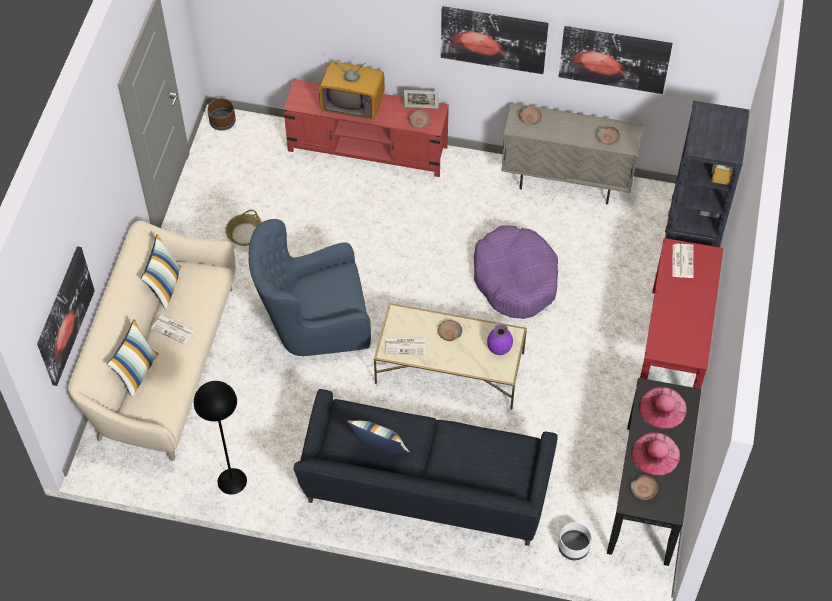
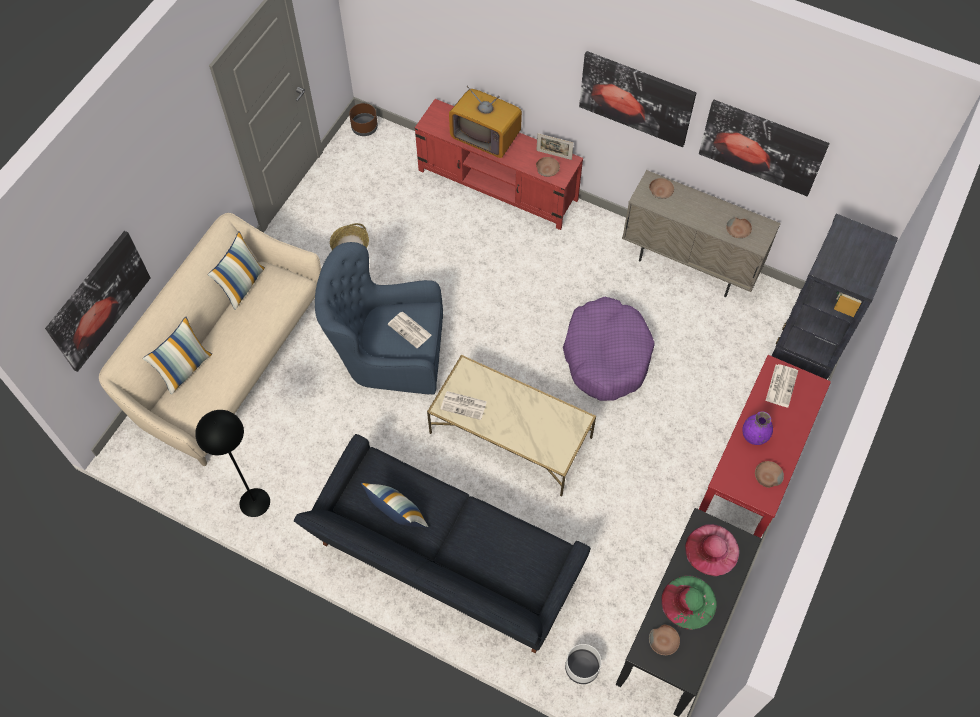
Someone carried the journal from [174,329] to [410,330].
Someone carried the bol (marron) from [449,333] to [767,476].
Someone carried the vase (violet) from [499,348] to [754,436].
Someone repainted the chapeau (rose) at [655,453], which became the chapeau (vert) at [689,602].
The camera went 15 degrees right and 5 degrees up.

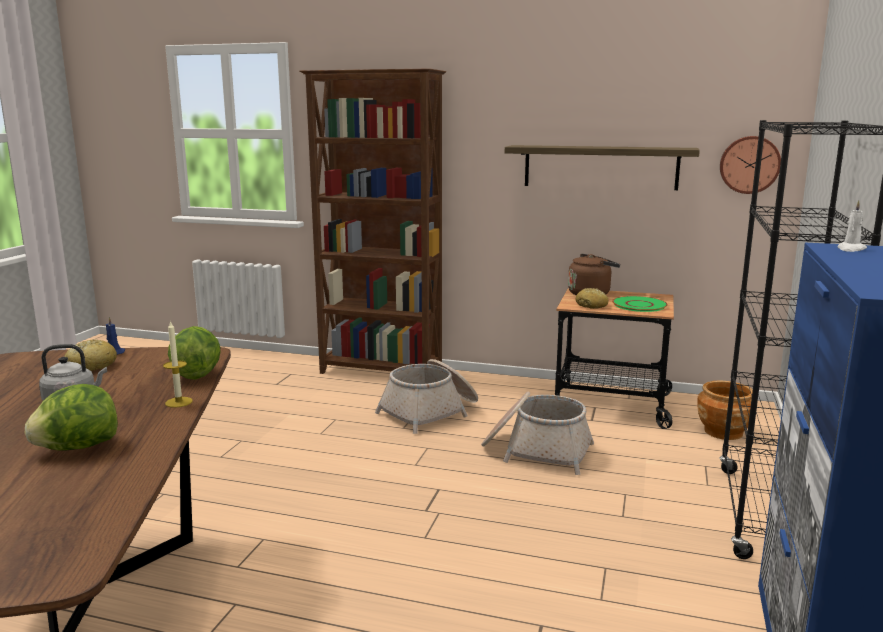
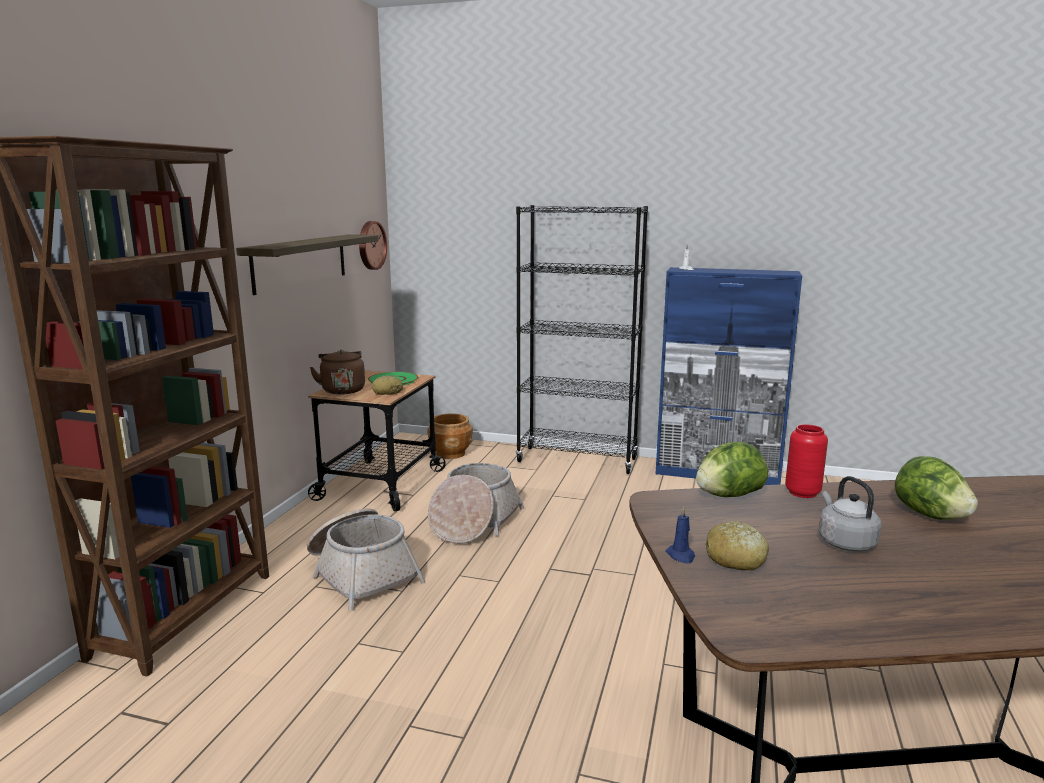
Someone swapped the bougie at [179,402] for the vase (rouge) at [802,493].
The camera went 90 degrees left and 0 degrees up.

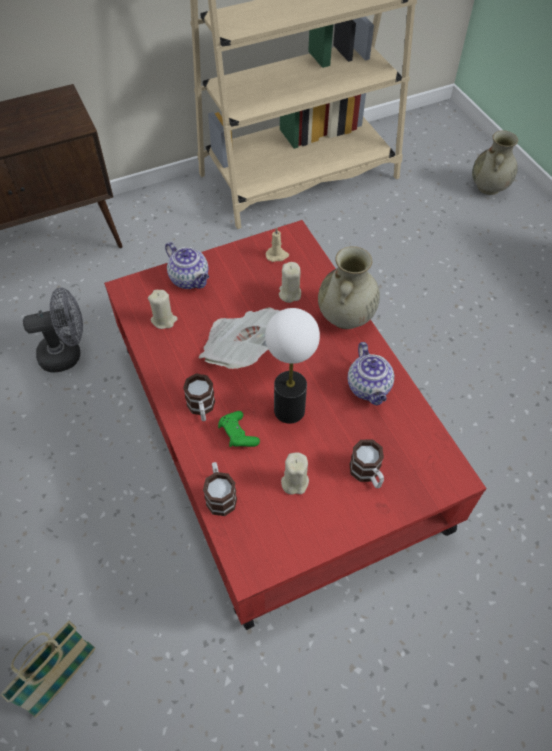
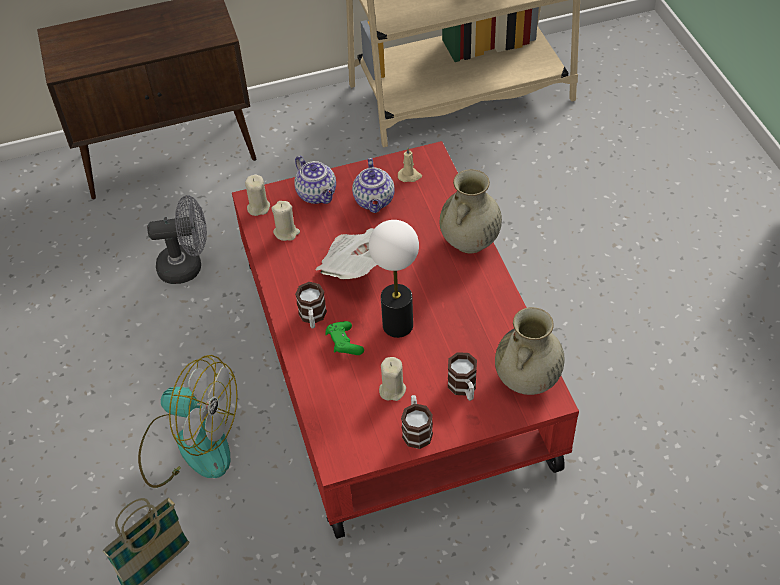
Someone carried the vase (beige) from [488,188] to [527,380].
Someone carried the bougie (beige) from [289,293] to [258,207].
Someone carried the théière from [369,388] to [374,201].
Someone carried the mug from [220,495] to [416,429].
Someone put down the ventilateur at [190,444].
The camera went 10 degrees right and 5 degrees down.

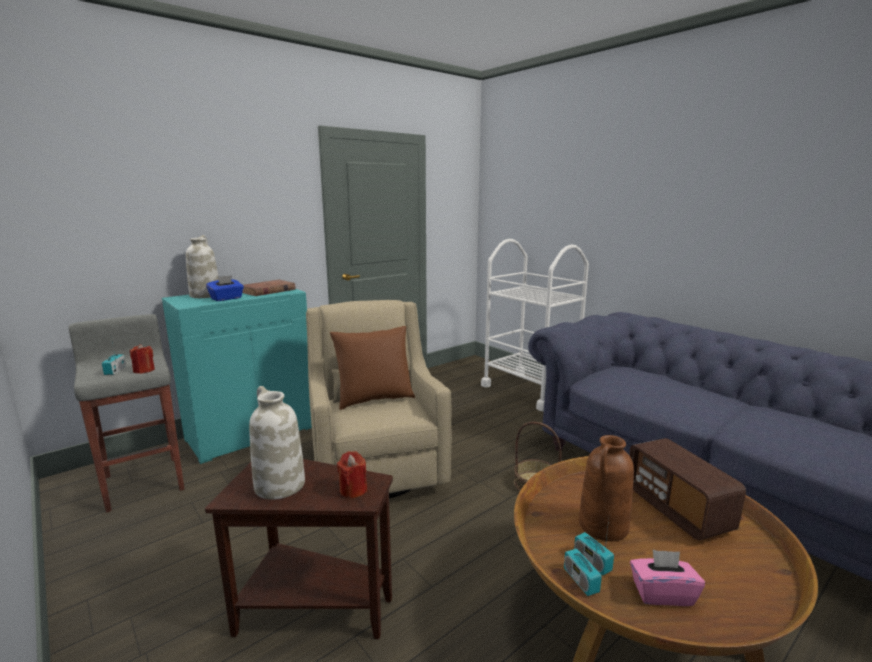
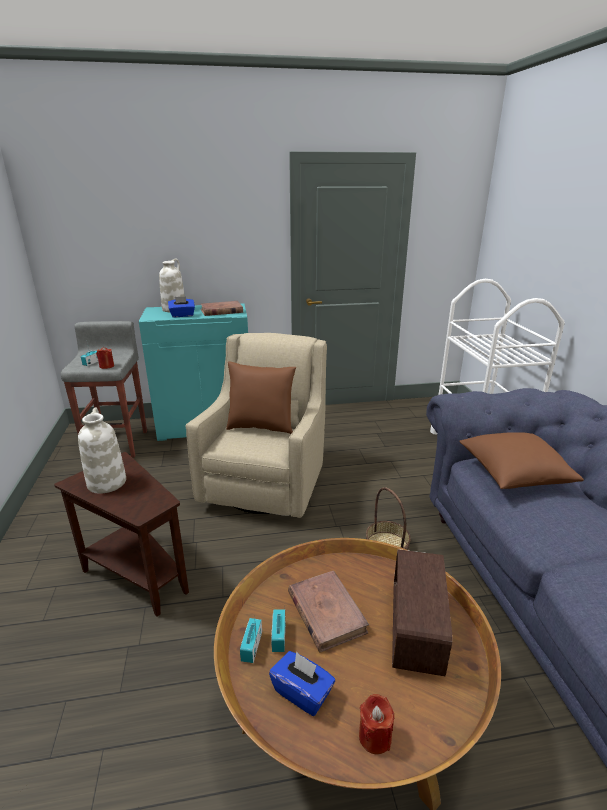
Someone swapped the vase (marron) at [603,526] for the livre (marron) at [326,612].
Someone carried the bougie (rouge) from [353,490] to [374,736].
Someone repainted the boîte à mouchoirs (rose) at [662,593], which became the boîte à mouchoirs (bleu) at [302,692].
Someone put down the coussin (marron) at [513,474].
The camera went 30 degrees right and 10 degrees up.

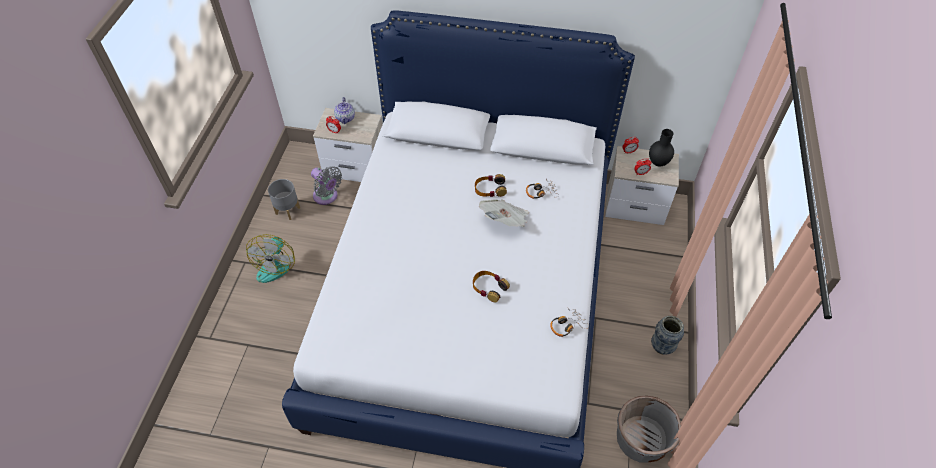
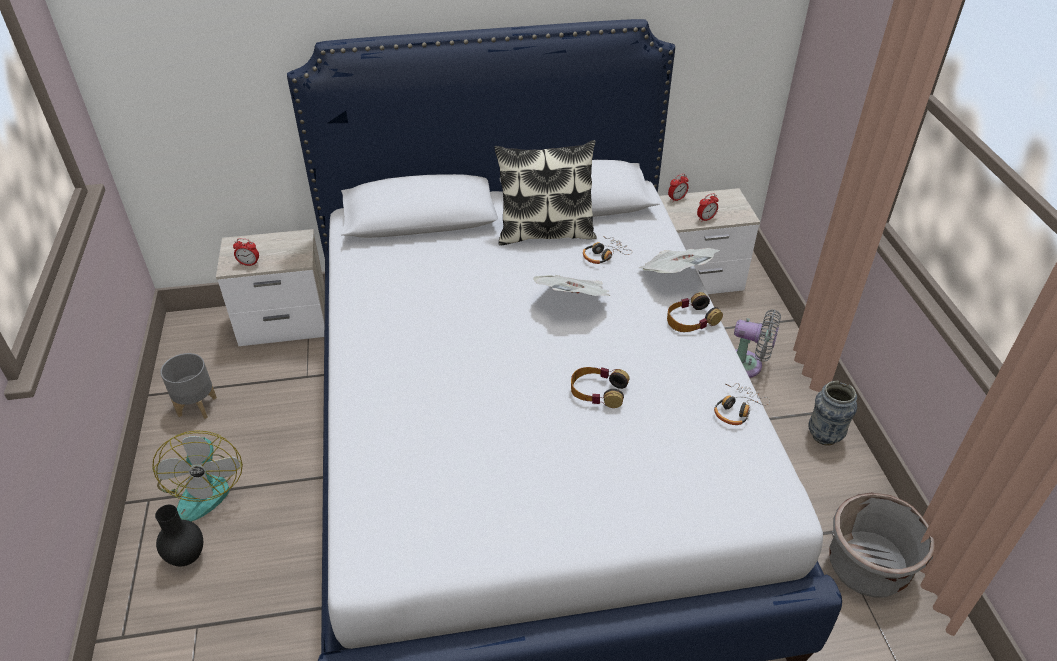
Someone took away the théière at [345,118].
Someone carried the vase (noir) from [658,163] to [188,558].
Someone carried the ventilateur (gris) from [327,197] to [747,365].
Someone carried the casque audio from [490,189] to [691,320].
Someone put down the coussin at [545,232].
Someone put down the journal at [675,275].
The camera went 20 degrees left and 10 degrees down.

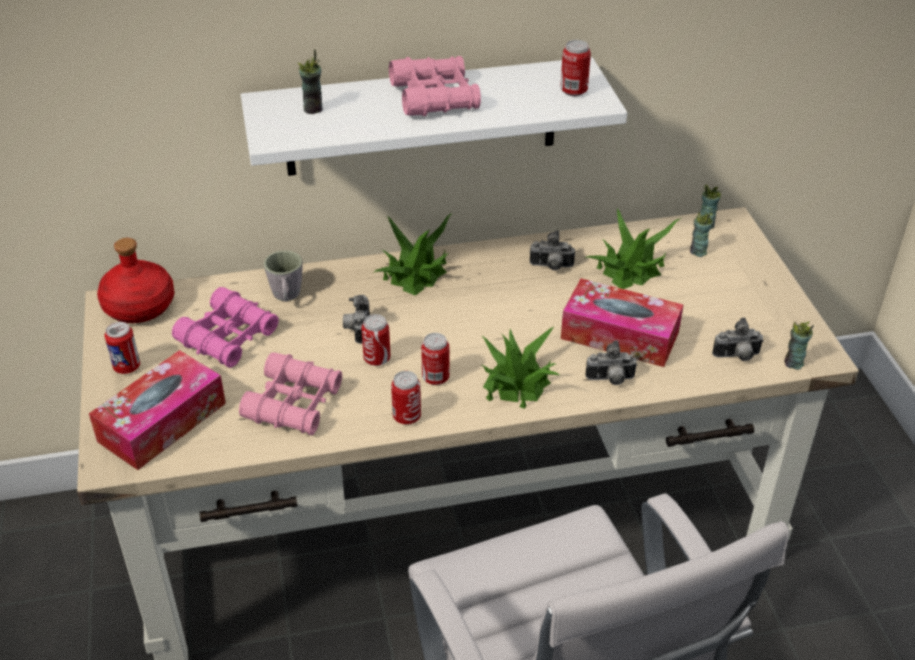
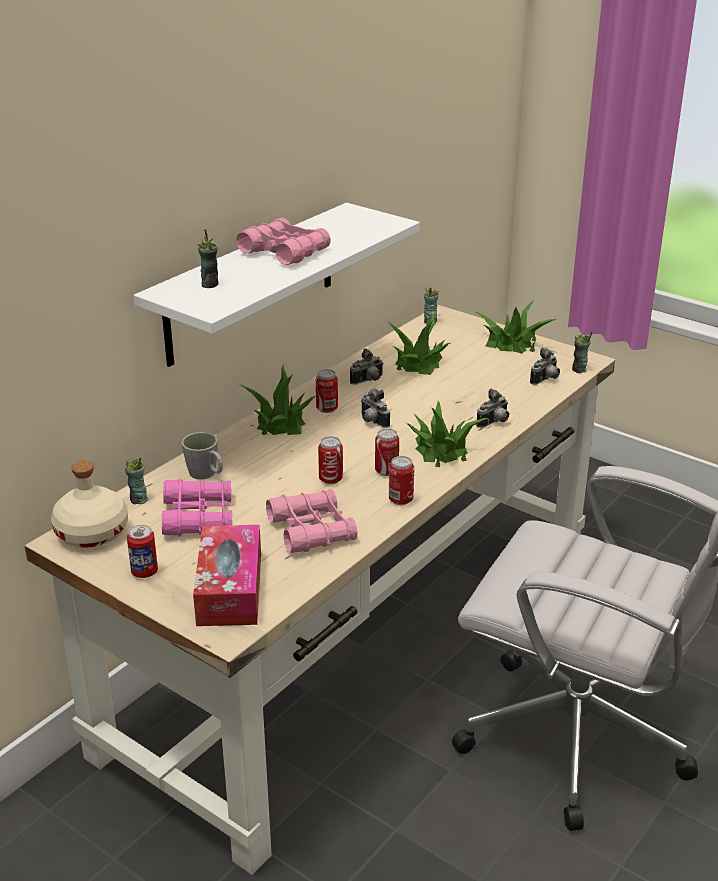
Someone carried the boîte métallique from [573,91] to [327,409].
Someone carried the tasse from [698,251] to [138,500].
Someone repainted the bouteille (rouge) at [140,306], which became the bouteille (beige) at [93,532].
Someone took away the boîte à mouchoirs at [619,335].
Someone carried the appareil photo from [357,329] to [372,421].
Someone put down the plante en pot at [511,343].
The camera went 40 degrees left and 10 degrees down.

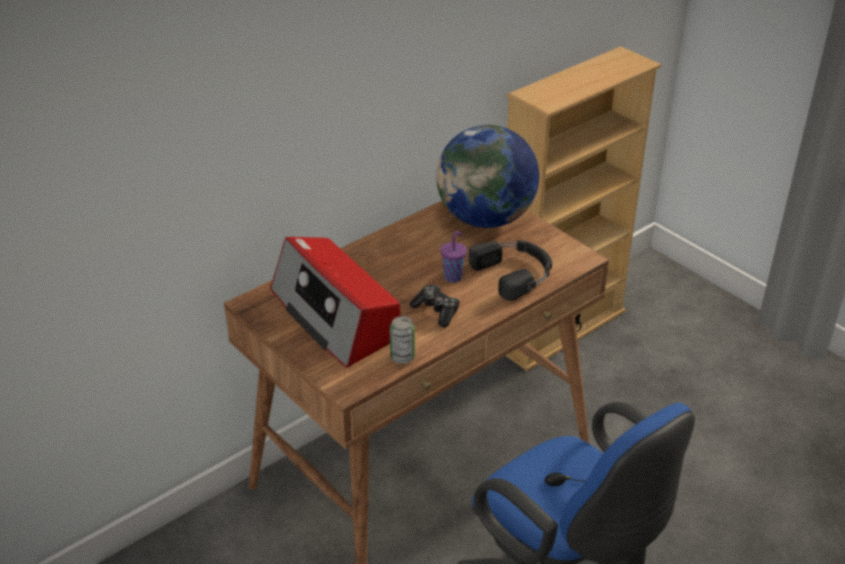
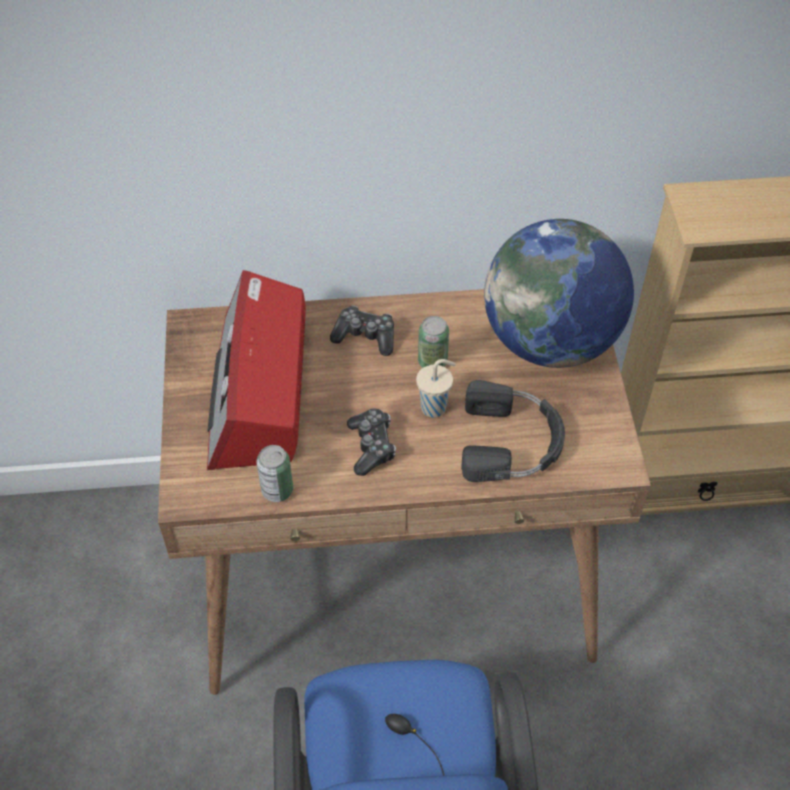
Someone repainted the tasse (violet) at [453,276], which became the tasse (beige) at [435,407].
Someone put down the manette at [365,336].
Someone put down the boîte métallique at [432,362].
The camera went 35 degrees right and 15 degrees up.

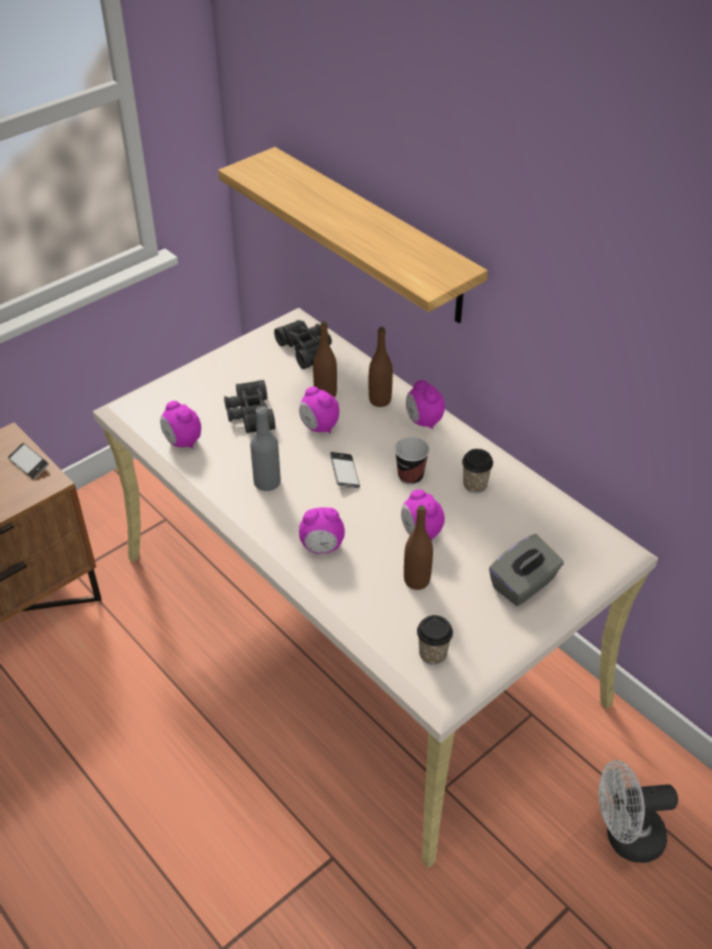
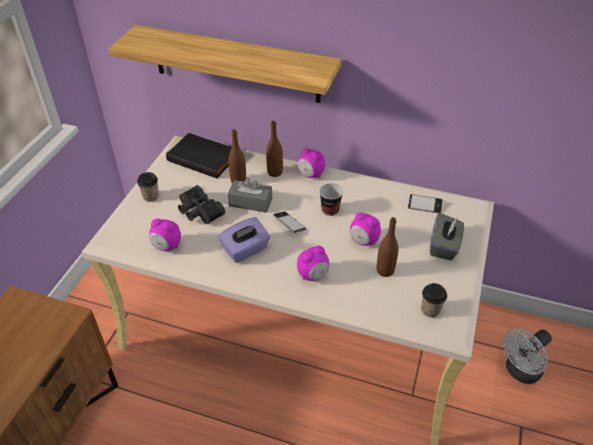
Someone swapped the jumelles (noir) at [307,349] for the livre (noir) at [204,158].
Someone swapped the réveil at [319,427] for the boîte à mouchoirs (gris) at [250,202].
Someone swapped the bouteille (gris) at [267,483] for the boîte à mouchoirs (violet) at [245,250].
Someone carried the téléphone from [29,464] to [424,206].
Someone carried the tasse from [475,485] to [151,197].
The camera went 30 degrees left and 0 degrees up.

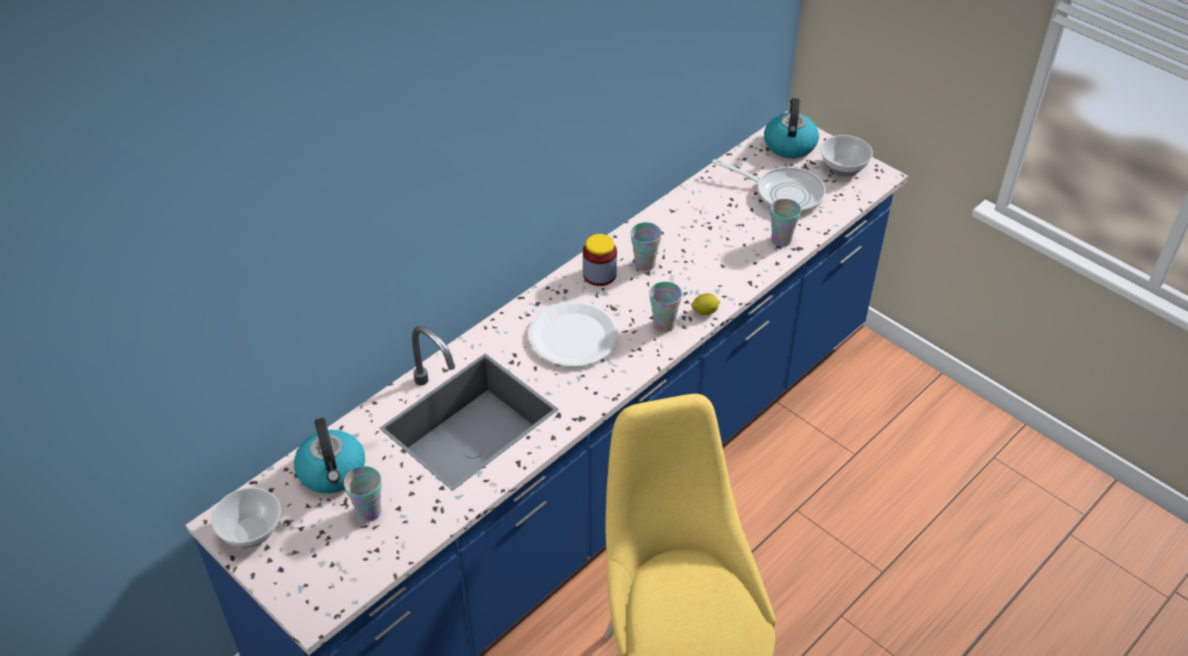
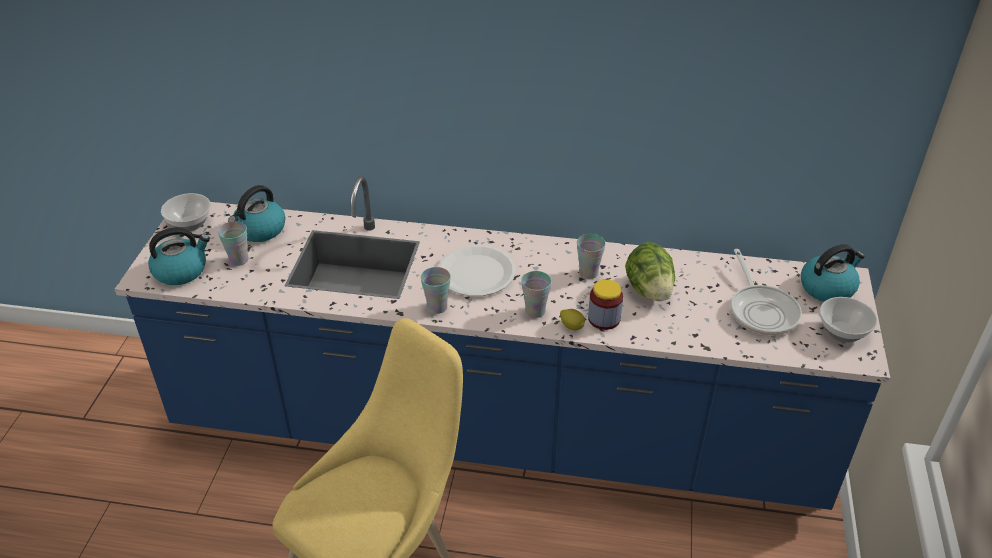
Someone carried the tasse from [781,240] to [437,307].
Someone carried the bocal from [599,274] to [604,319].
Someone put down the bouilloire at [181,270].
Someone put down the laitue at [649,290].
The camera went 55 degrees right and 5 degrees down.

